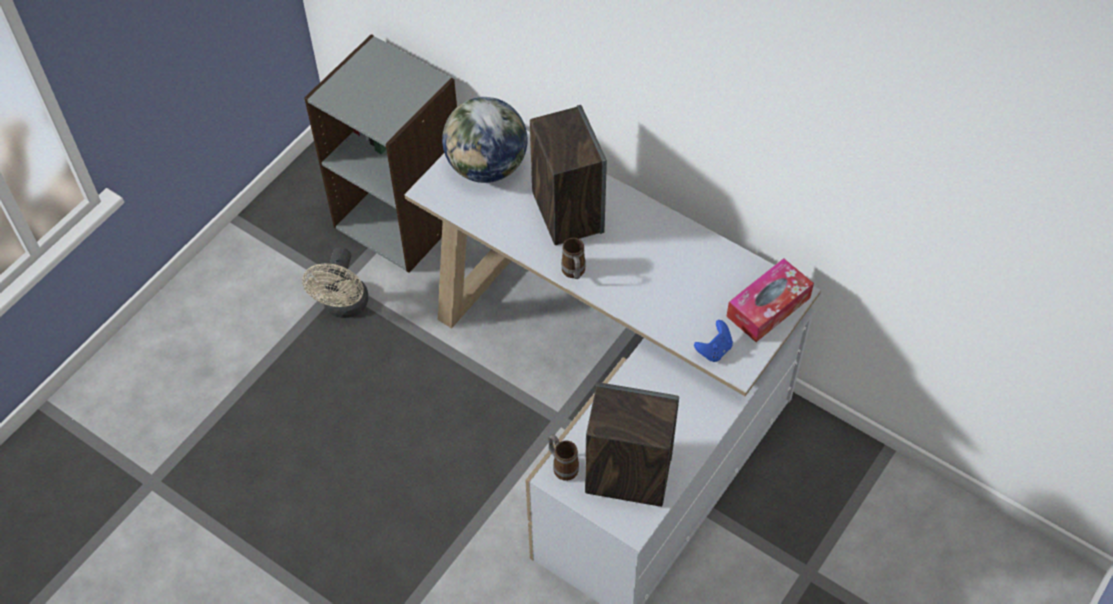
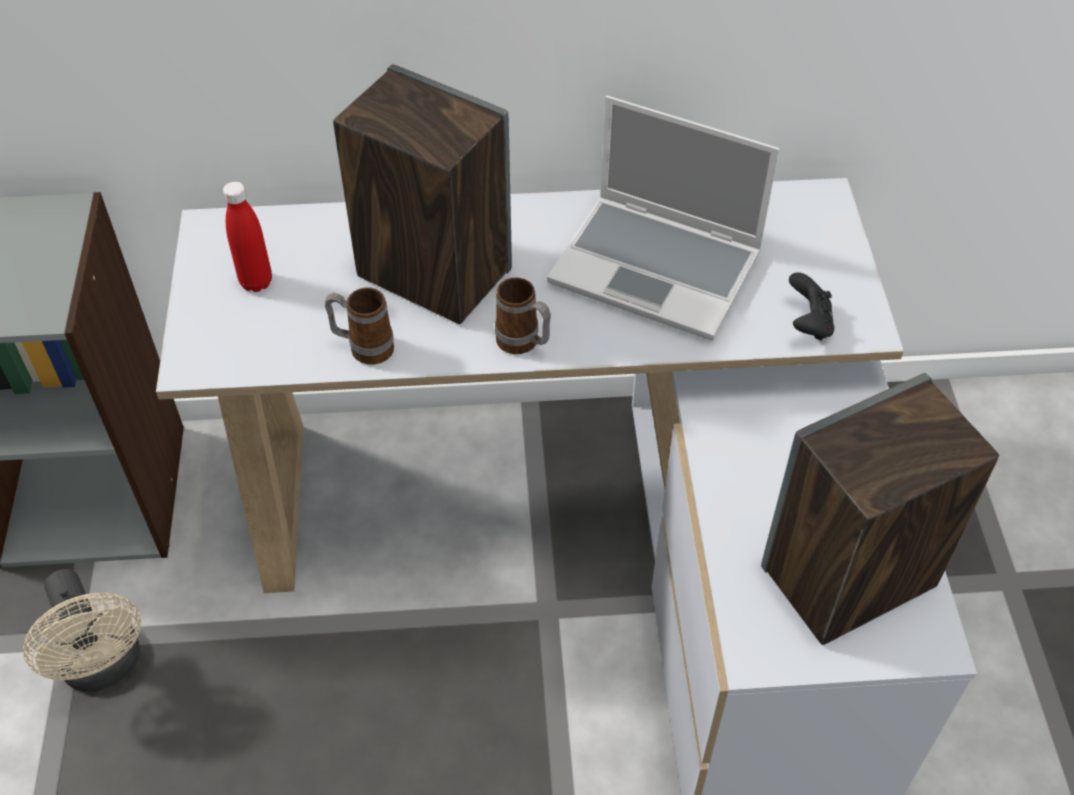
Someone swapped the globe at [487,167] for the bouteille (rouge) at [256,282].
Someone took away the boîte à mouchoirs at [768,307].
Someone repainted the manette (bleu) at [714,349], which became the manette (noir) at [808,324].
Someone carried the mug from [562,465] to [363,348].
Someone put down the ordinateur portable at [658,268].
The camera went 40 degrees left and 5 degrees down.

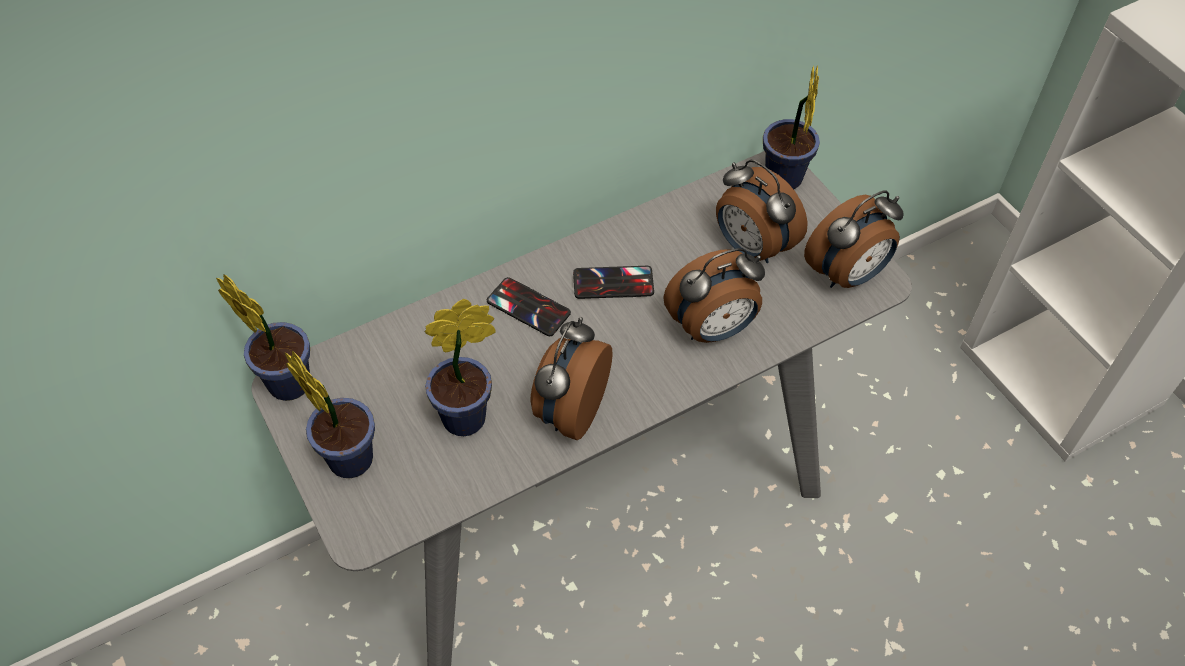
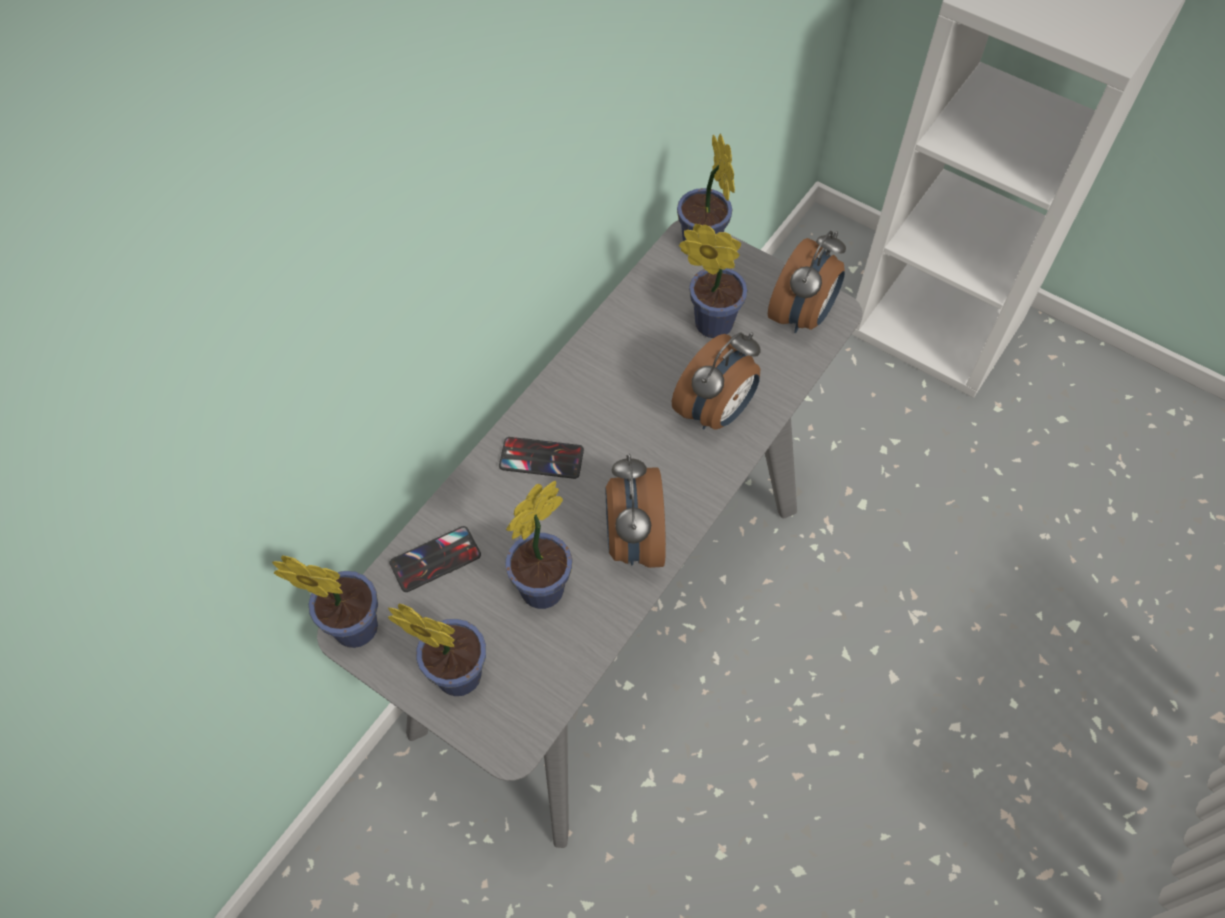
Someone swapped the réveil at [751,247] for the plante en pot at [708,322].
Someone carried the téléphone from [613,283] to [435,559].
The camera went 25 degrees left and 5 degrees up.

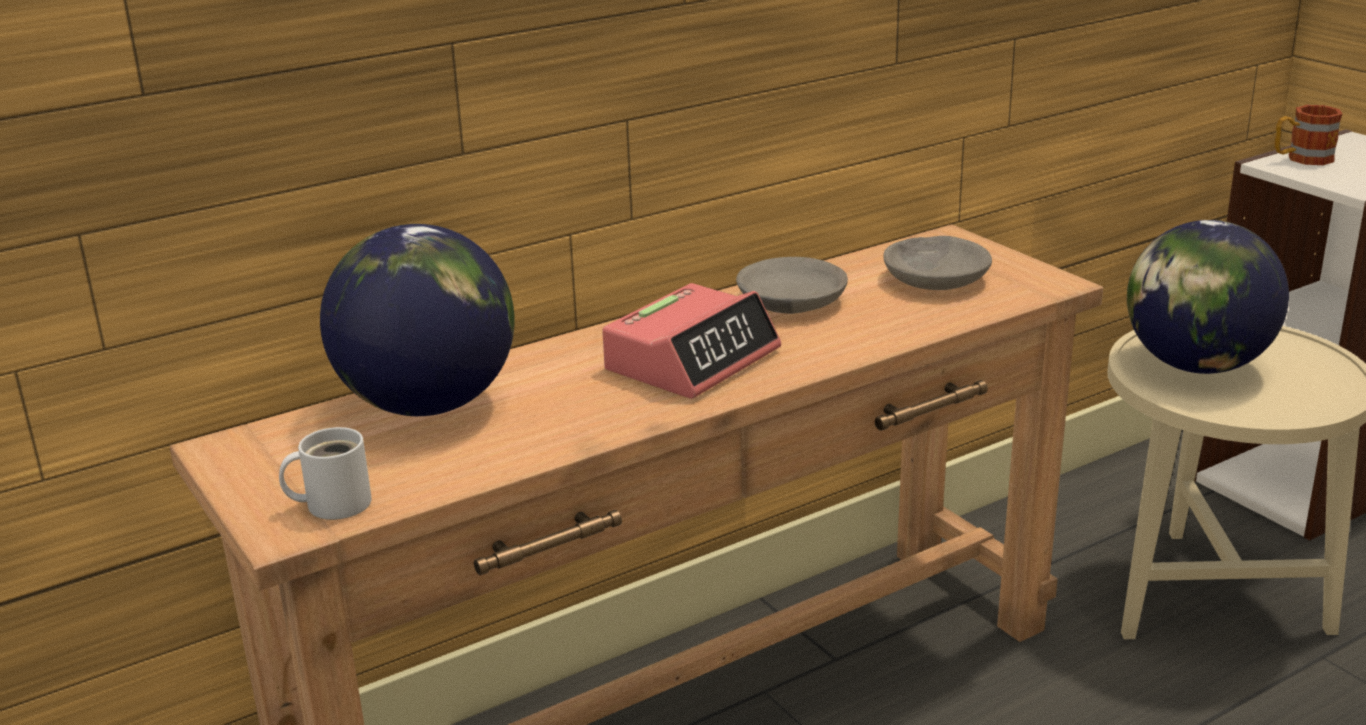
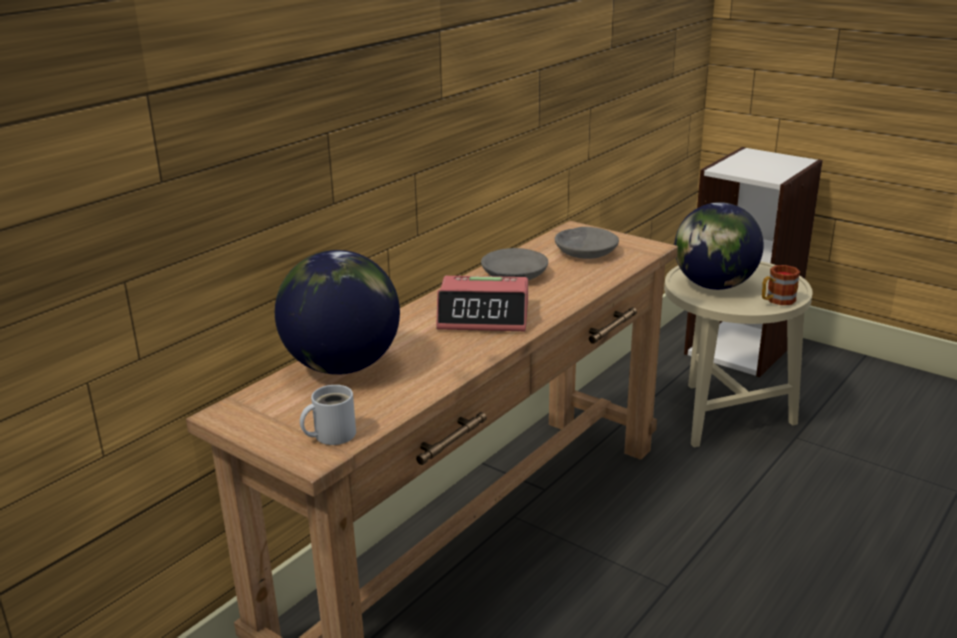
Someone carried the mug from [1301,159] to [776,300].
Someone rotated the réveil at [693,360] by 75 degrees clockwise.
The camera went 20 degrees left and 0 degrees up.

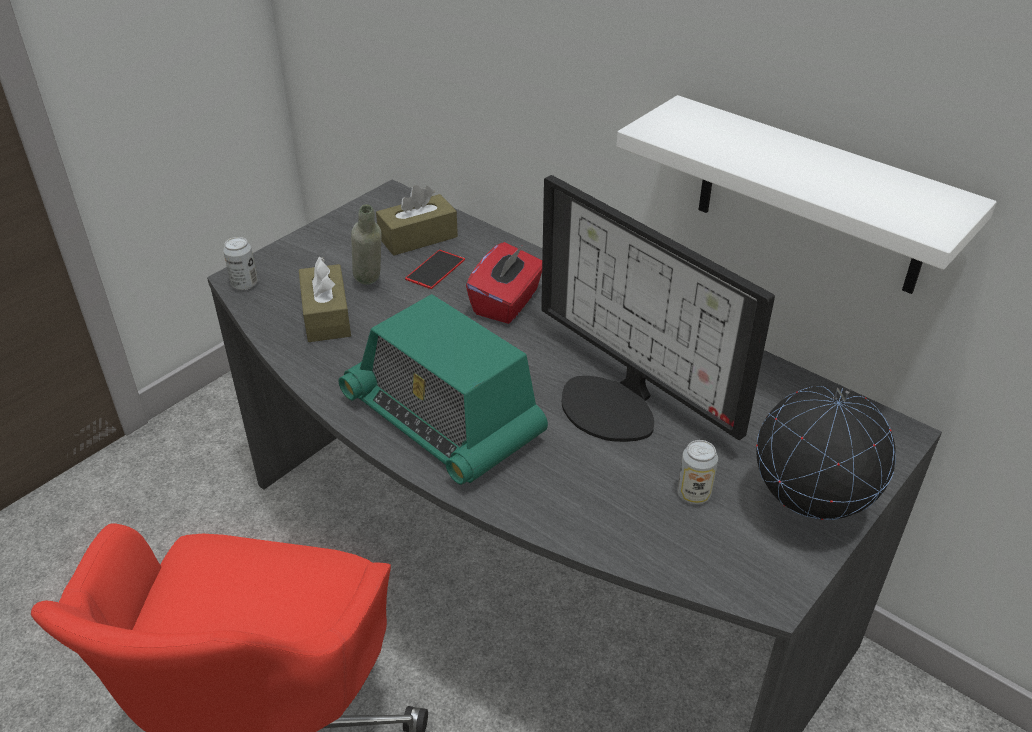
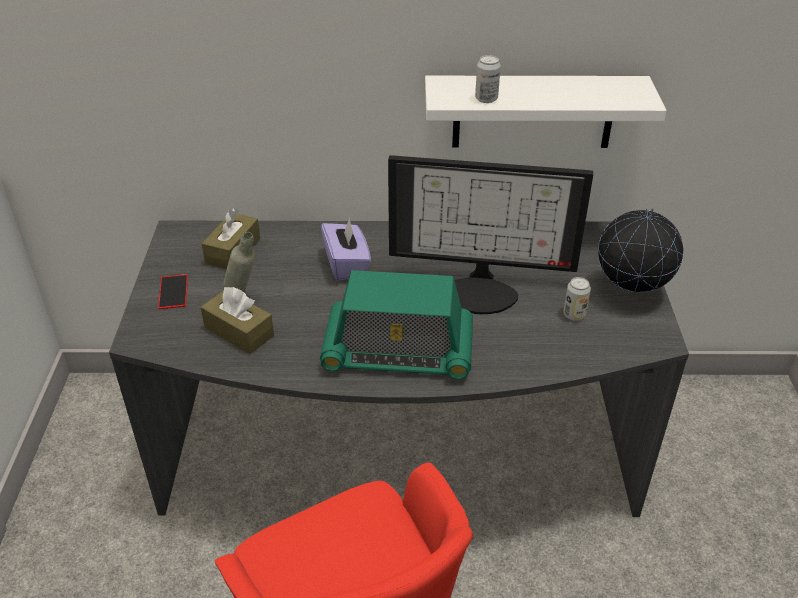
Someone carried the boîte métallique from [244,284] to [486,99].
Someone repainted the boîte à mouchoirs (rouge) at [507,303], which became the boîte à mouchoirs (violet) at [346,264].
Someone carried the téléphone from [435,269] to [173,291].
The camera went 40 degrees left and 0 degrees up.

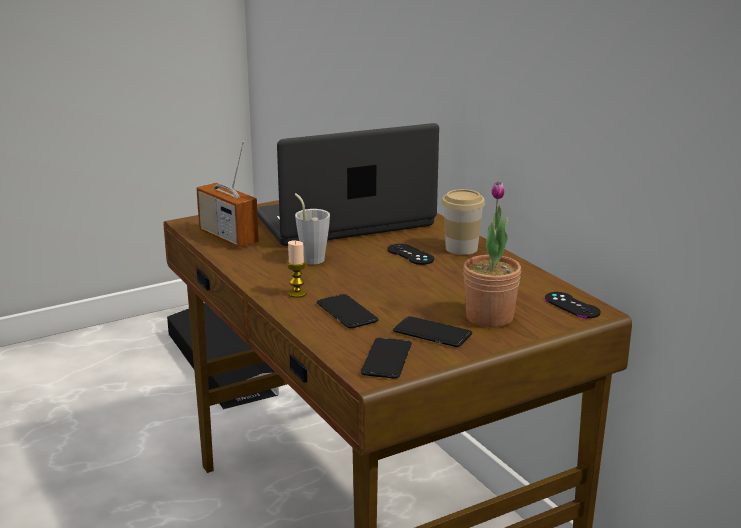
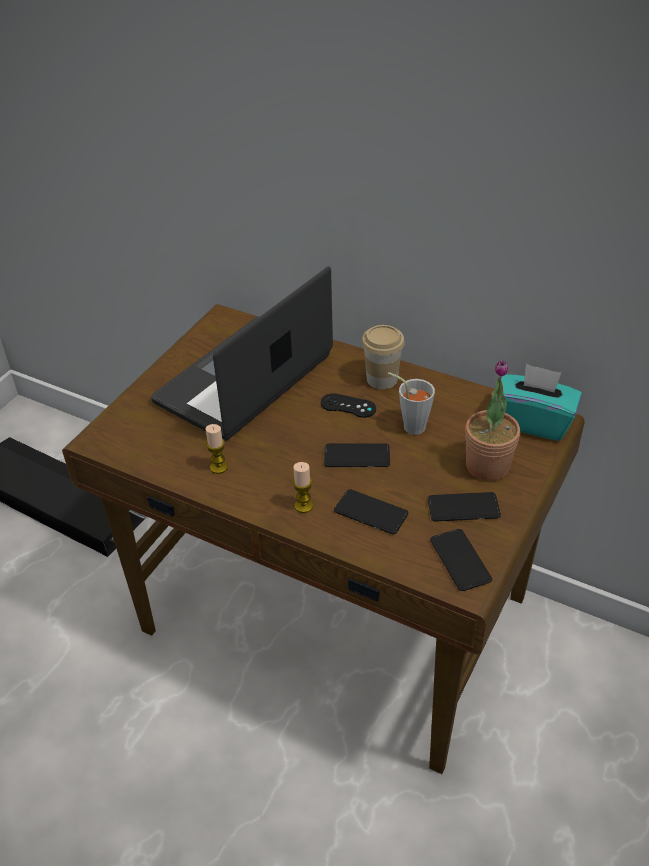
Someone took away the radio at [228,237].
Someone carried the tasse (gris) from [311,258] to [410,425].
Someone swapped the manette (noir) at [572,305] for the boîte à mouchoirs (turquoise) at [532,421].
Someone put down the bougie at [218,467].
Someone put down the téléphone at [357,456].
The camera went 30 degrees left and 20 degrees up.

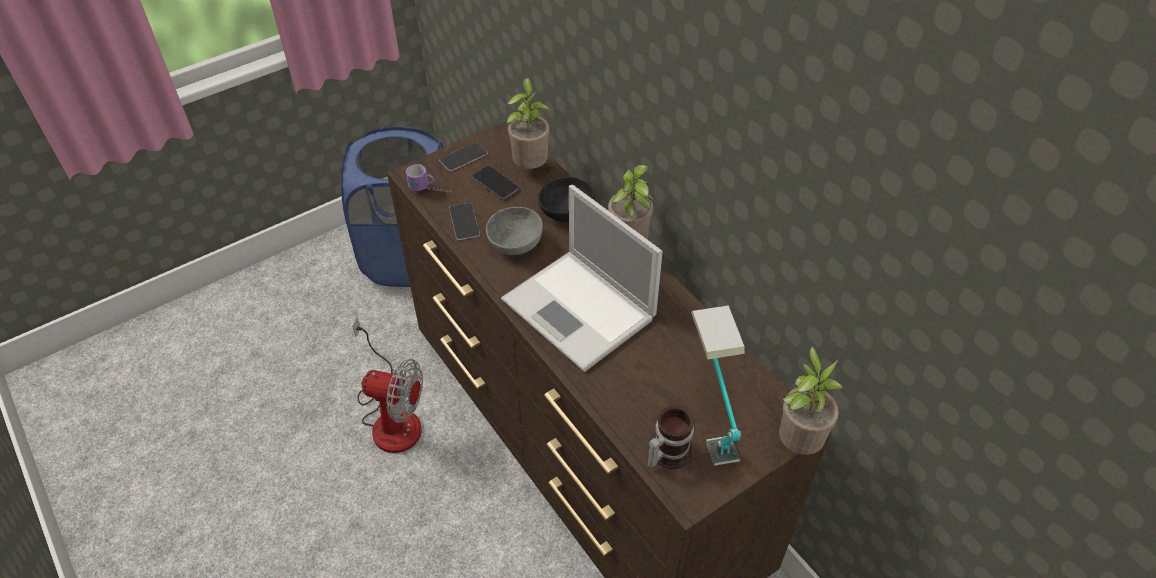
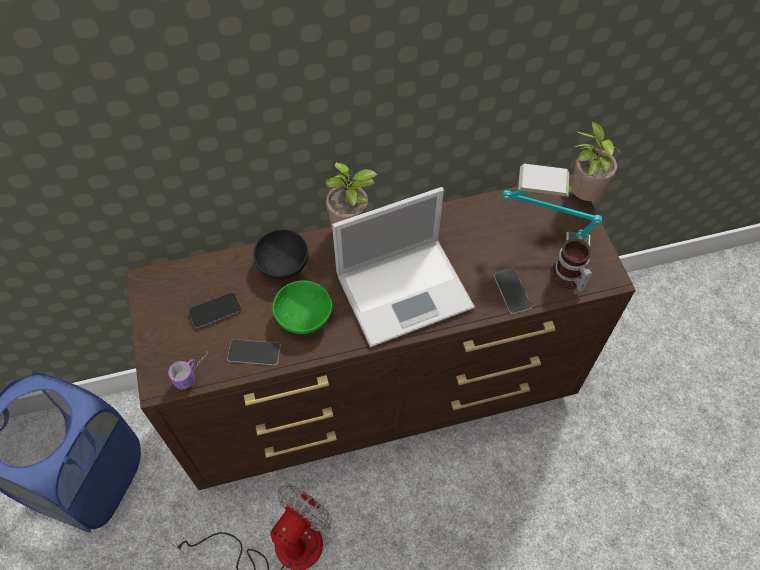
Someone took away the plante en pot at [531,167].
Someone carried the téléphone from [463,157] to [512,291].
Someone repainted the bol (gris) at [514,244], which became the bol (vert) at [304,317].
The camera went 70 degrees left and 10 degrees up.

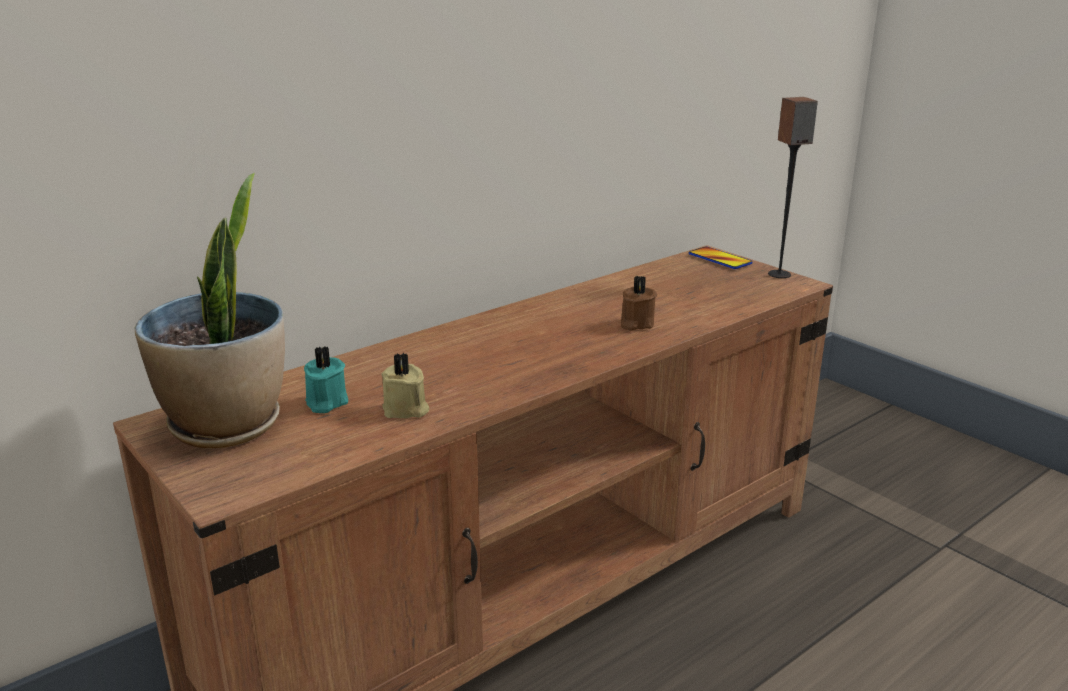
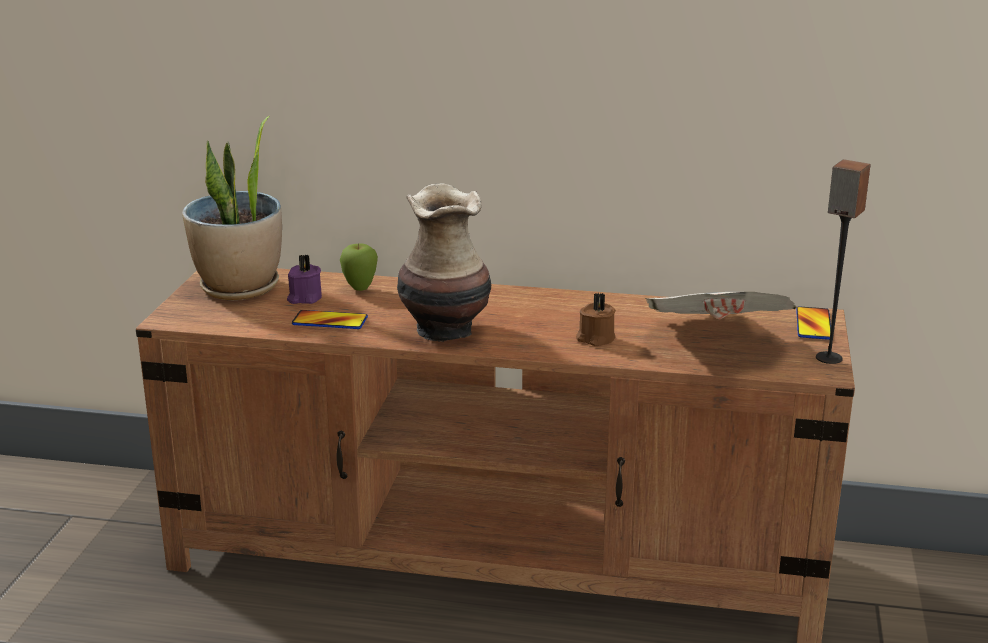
Someone repainted the bougie (turquoise) at [325,403], which became the bougie (violet) at [304,298].
Someone swapped the bougie (beige) at [406,410] for the téléphone at [330,321].
Someone put down the vase at [445,329].
Someone put down the pomme at [360,289].
Someone put down the journal at [716,343].
The camera went 50 degrees right and 0 degrees up.

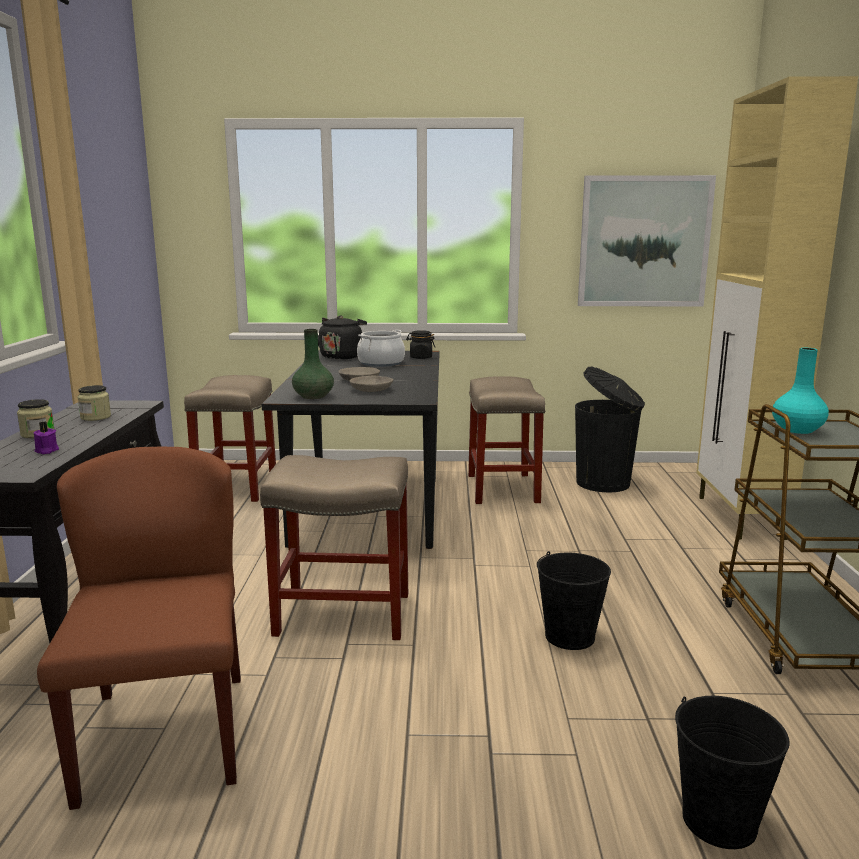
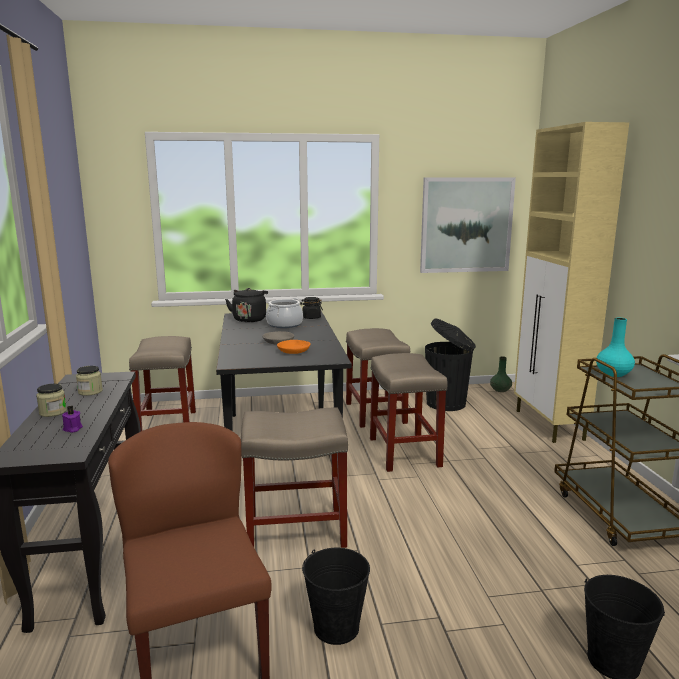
Someone carried the vase (vert) from [313,396] to [500,390].
Someone repainted the bol (gris) at [372,389], which became the bol (orange) at [294,351].
Someone carried the seau (noir) from [570,636] to [336,627].
Someone put down the tabouret (beige) at [405,452].
The camera went 10 degrees left and 0 degrees up.

